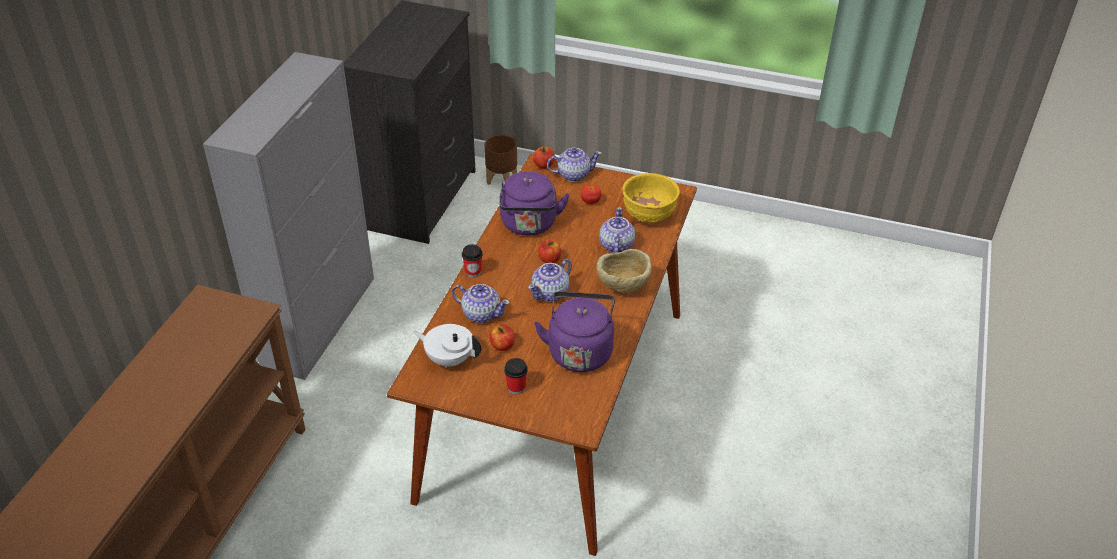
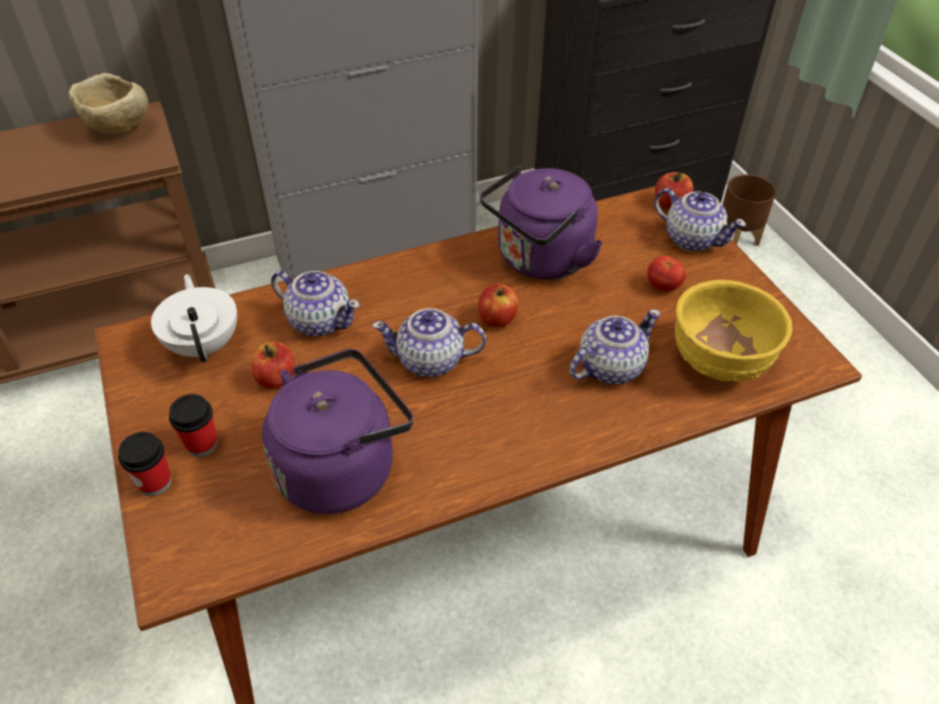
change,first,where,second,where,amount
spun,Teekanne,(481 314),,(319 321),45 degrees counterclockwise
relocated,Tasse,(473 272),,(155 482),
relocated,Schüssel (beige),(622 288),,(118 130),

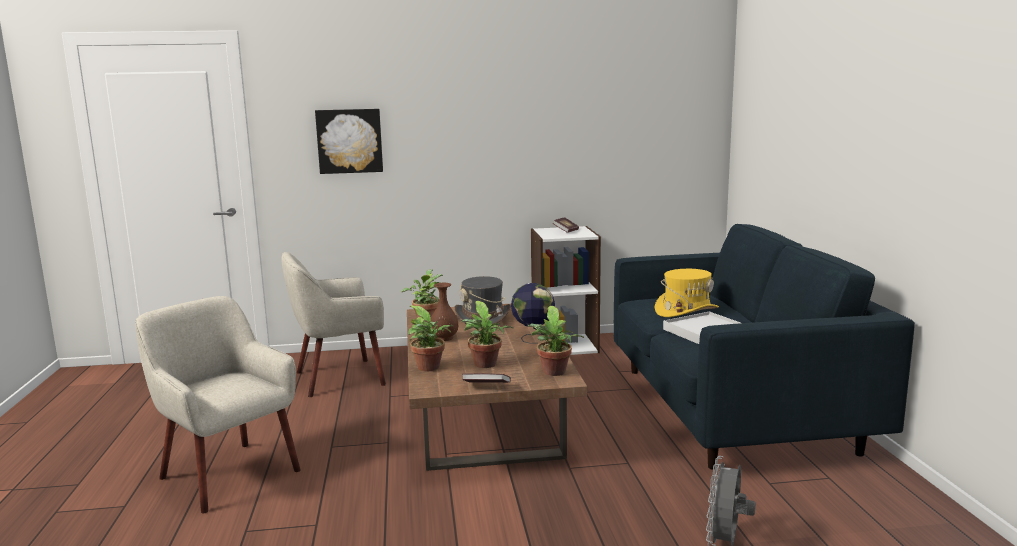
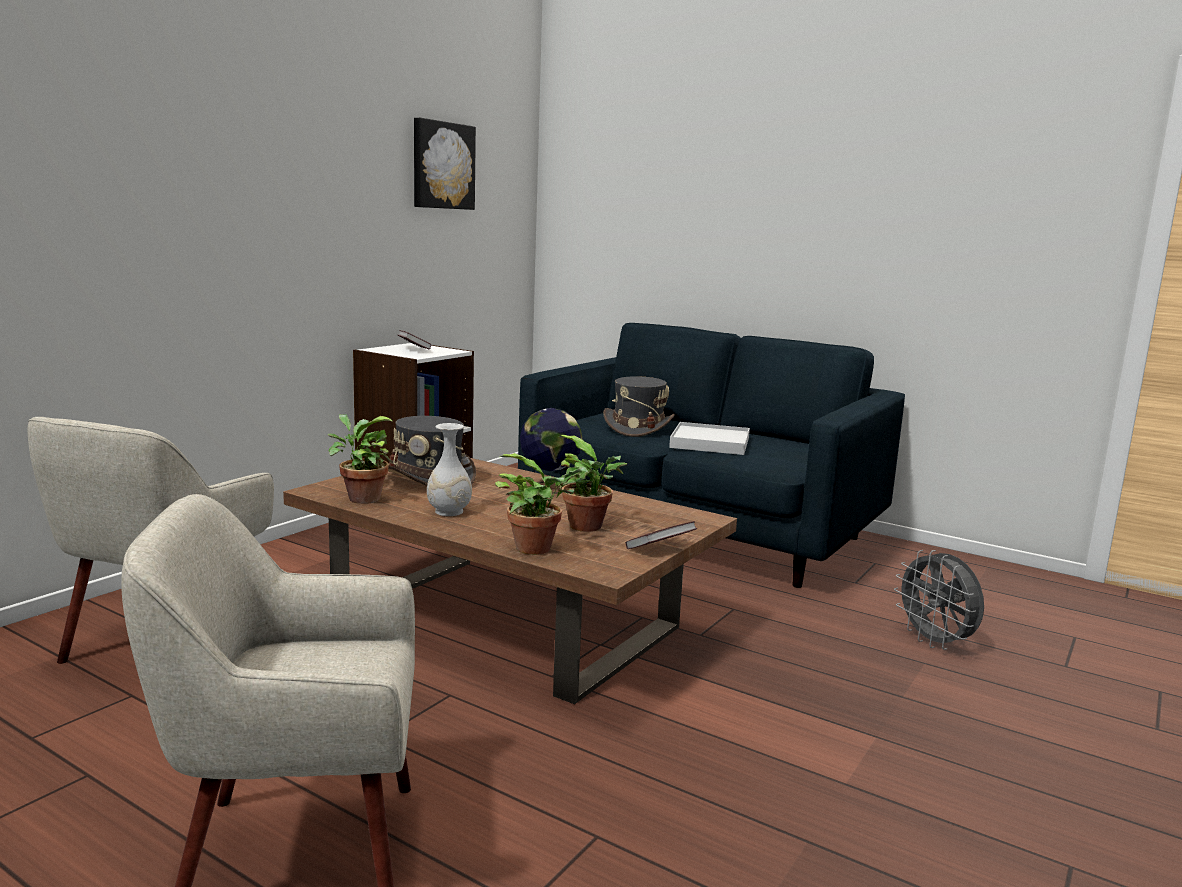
change,first,where,second,where,amount
relocated,Bild,(349 141),,(442 165),
colour,Vase (braun),(444 338),Vase (weiß),(448 512),
missing,Topfpflanze,(554 373),,,
colour,Hut (gelb),(686 311),Hut (grau),(637 428),

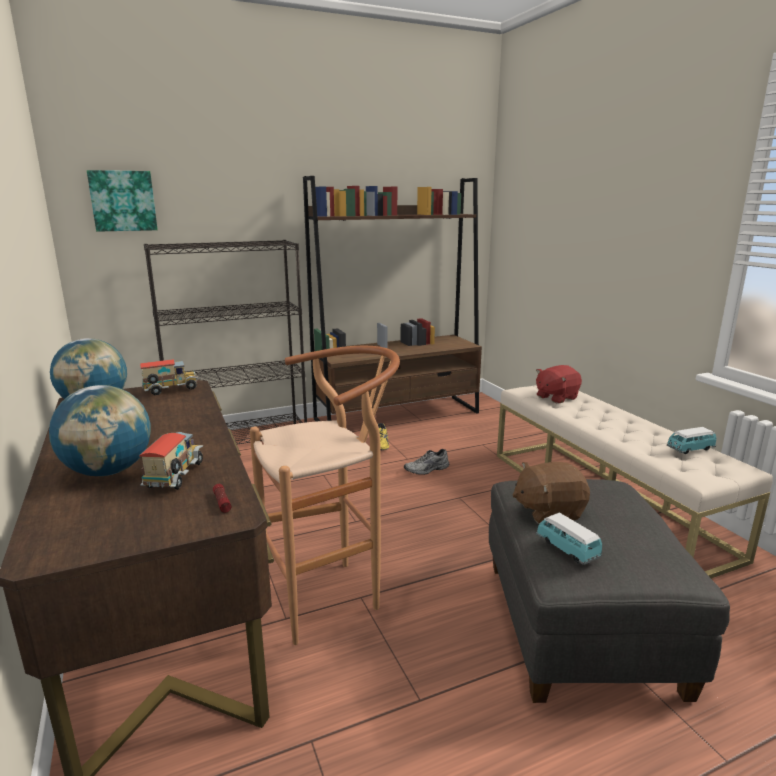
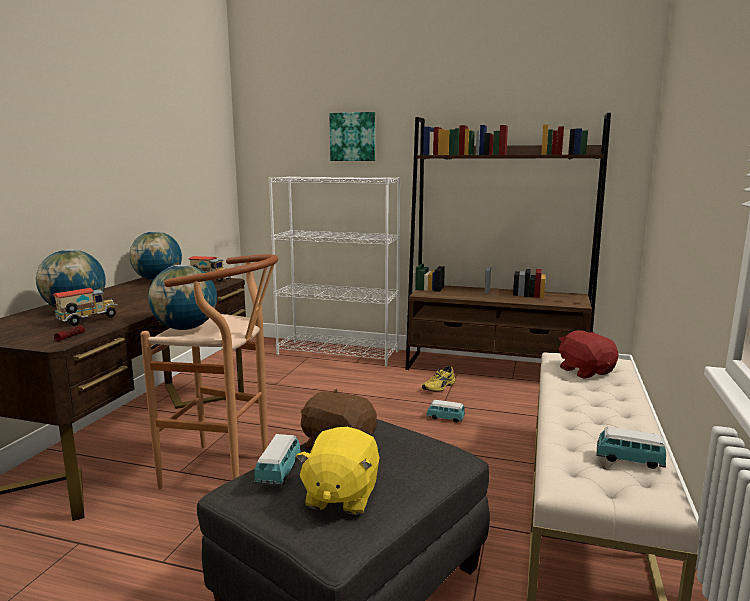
change,first,where,second,where,amount
relocated,Bild,(123 201),,(353 137),
colour,Bücherregal (schwarz),(240 440),Bücherregal (weiß),(338 353),
exchanged,Schuh (grau),(427 470),Spielzeugauto,(445 418),
spun,Plüschtier (rot),(556 397),,(585 371),60 degrees clockwise
appeared,,,Globus,(185 328),
appeared,,,Plüschtier (gelb),(340 496),

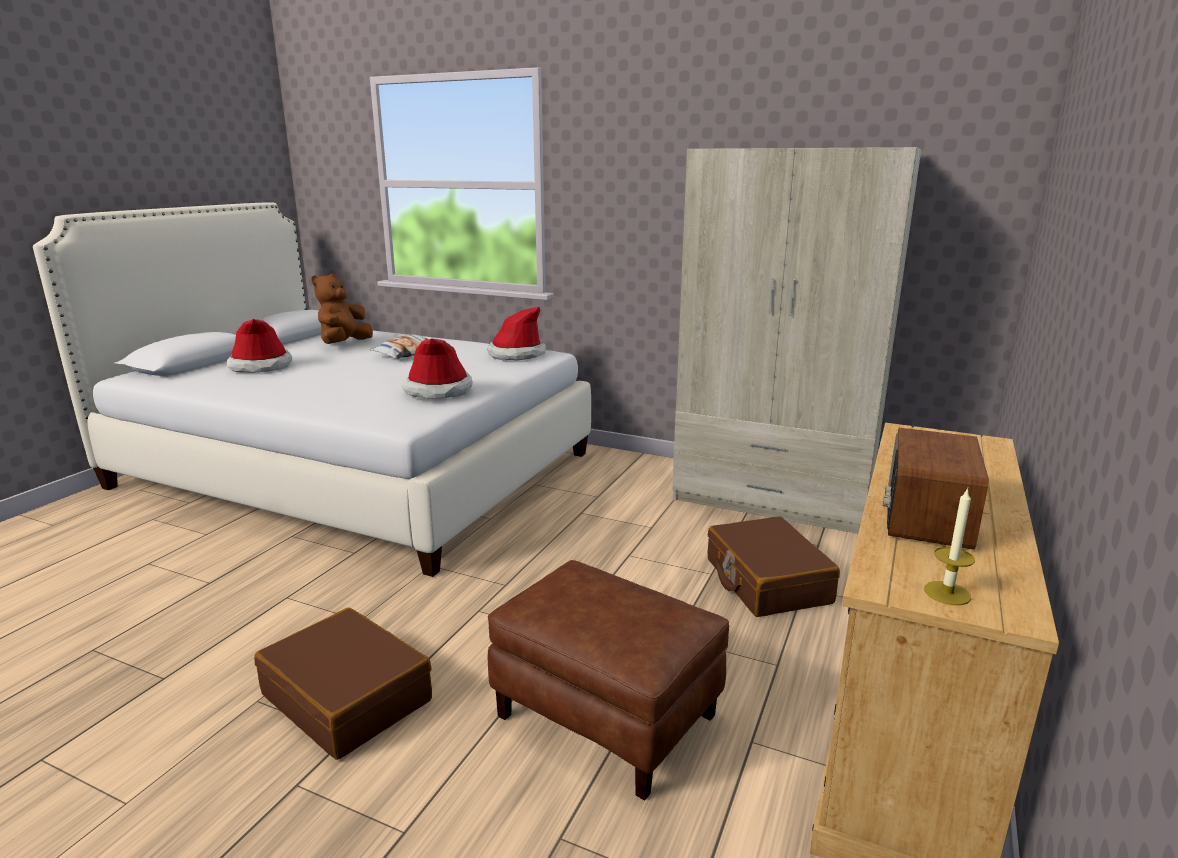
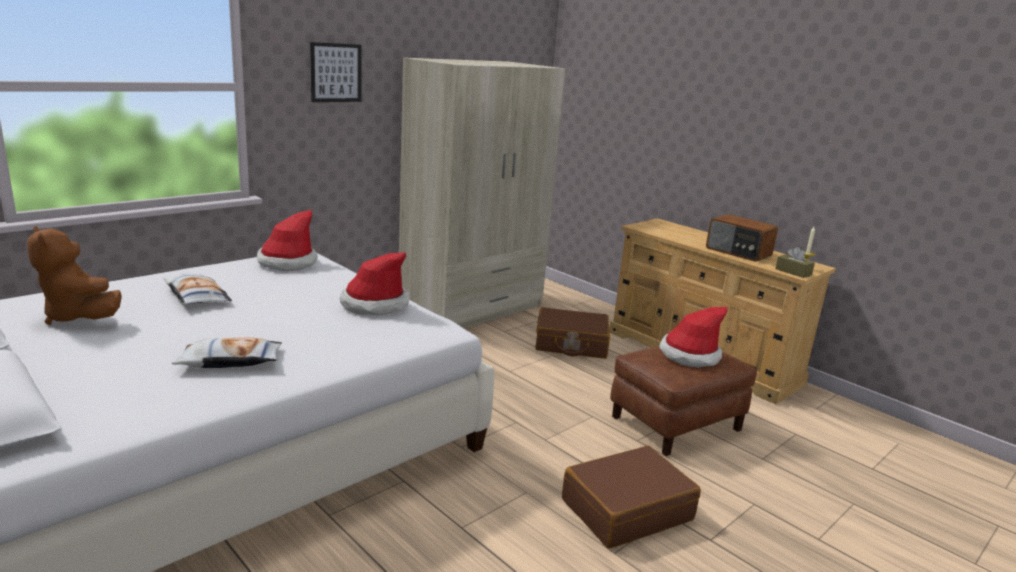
change,first,where,second,where,amount
relocated,Hut,(260 366),,(689 355),
appeared,,,Kissen,(230 361),
appeared,,,Bild,(336 72),
appeared,,,Taschentuchbox (braun),(793 272),

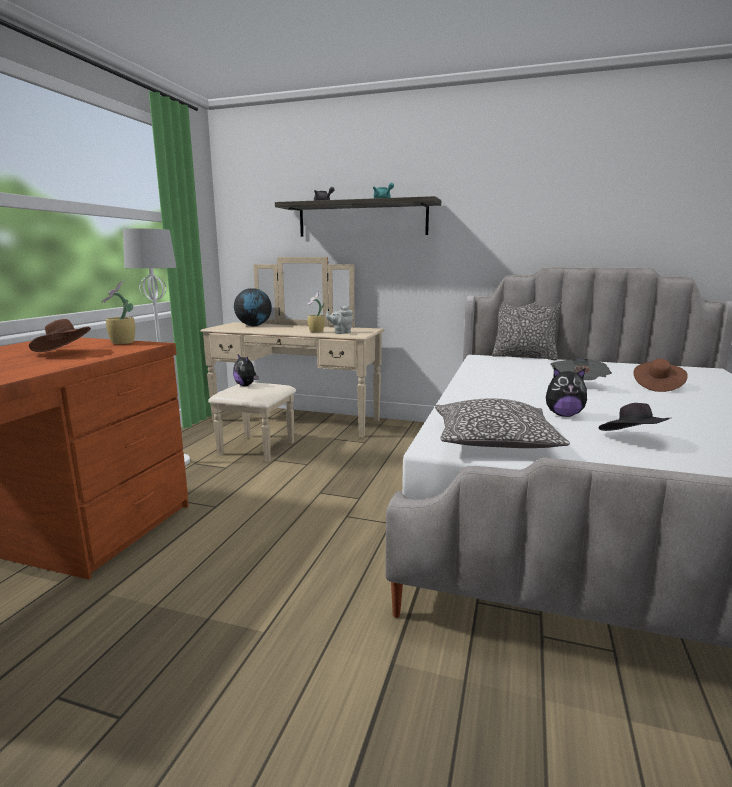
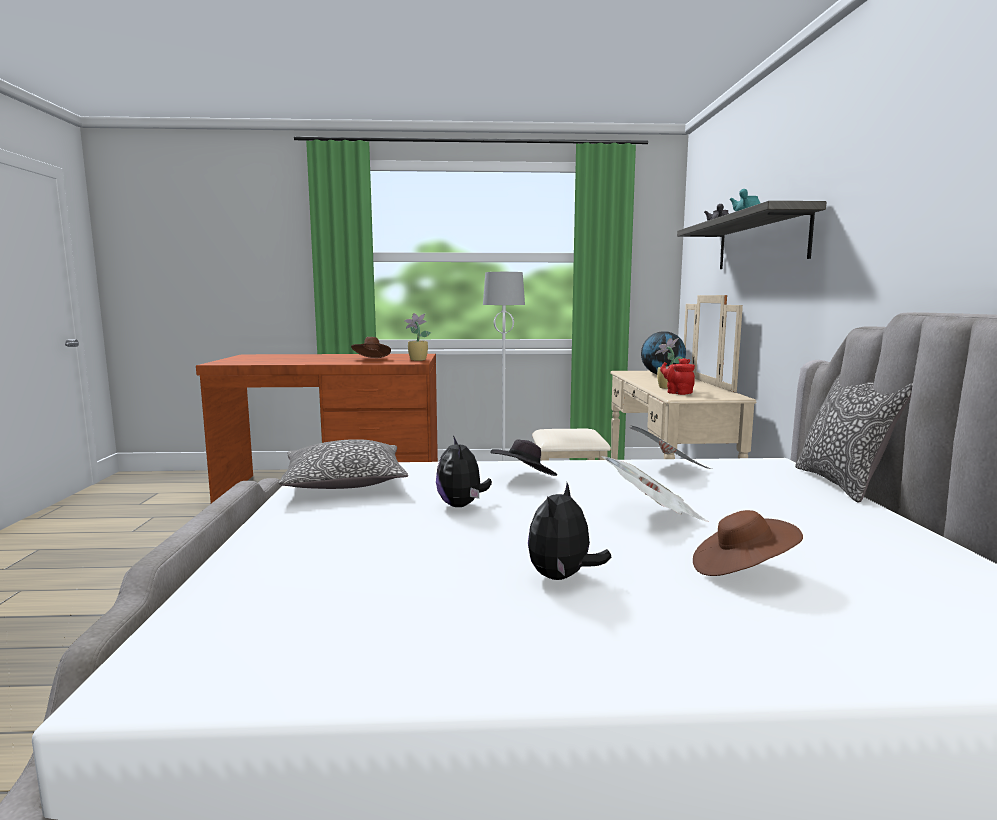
change,first,where,second,where,amount
relocated,Plüschtier,(246 385),,(562 577),
colour,Teekanne (grau),(341 333),Teekanne (rot),(677 393),
relocated,Hut (schwarz),(632 439),,(524 478),
appeared,,,Zeitung,(669 469),

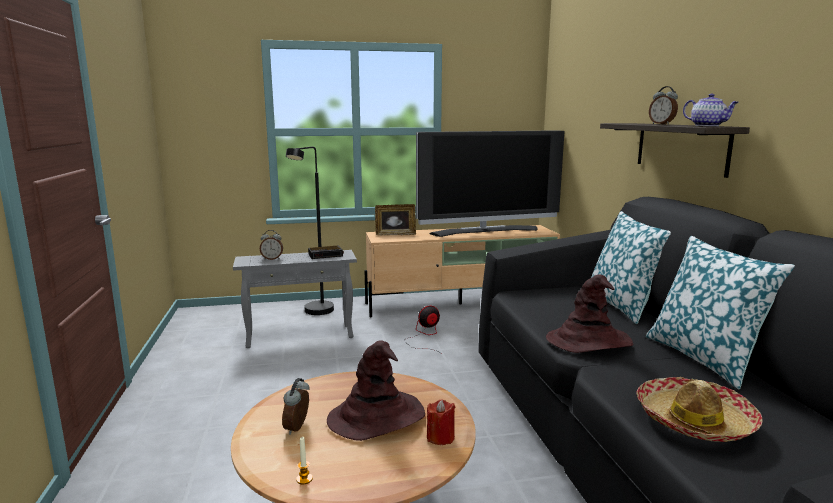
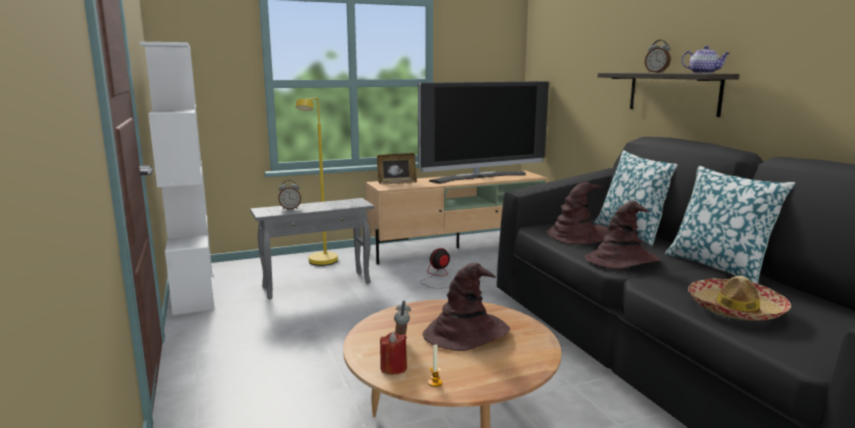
change,first,where,second,where,amount
colour,Stehlampe (schwarz),(315 313),Stehlampe (gelb),(320 263),
missing,Wecker,(326 255),,,
relocated,Kerze (rot),(440 437),,(393 368),
appeared,,,Bücherregal (weiß),(193 287),
appeared,,,Hut (braun),(577 235),

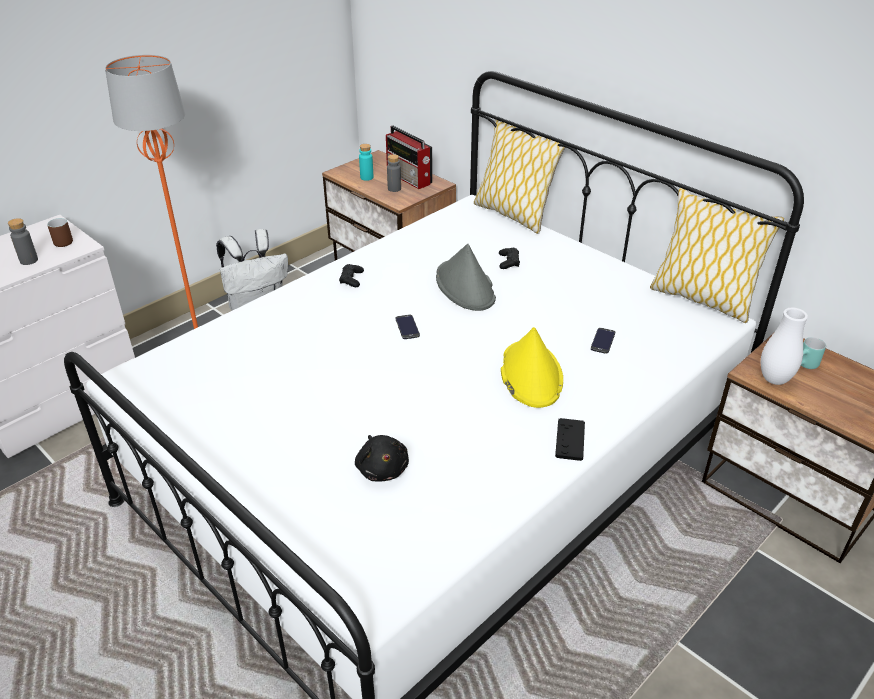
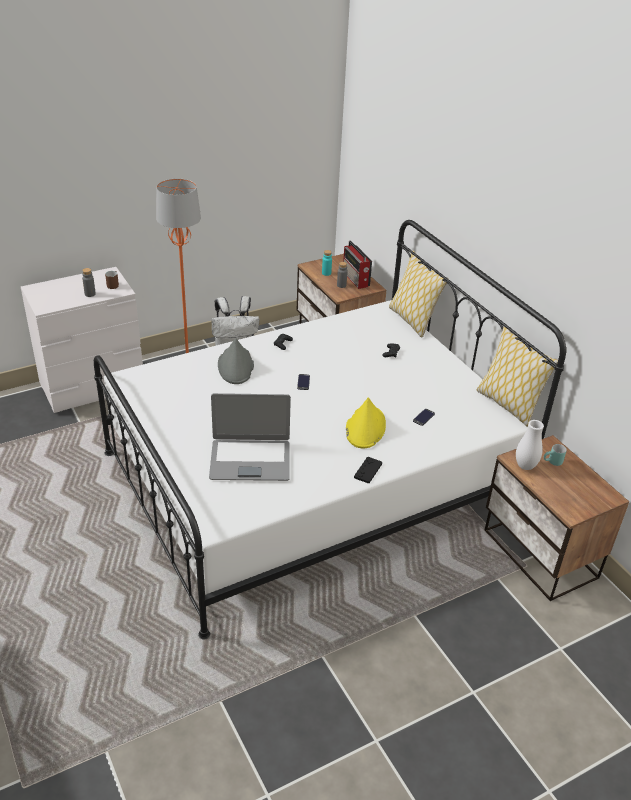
change,first,where,second,where,amount
exchanged,Plüschtier (schwarz),(382 468),Laptop,(250 460),
relocated,Hut (grau),(465 287),,(236 366),

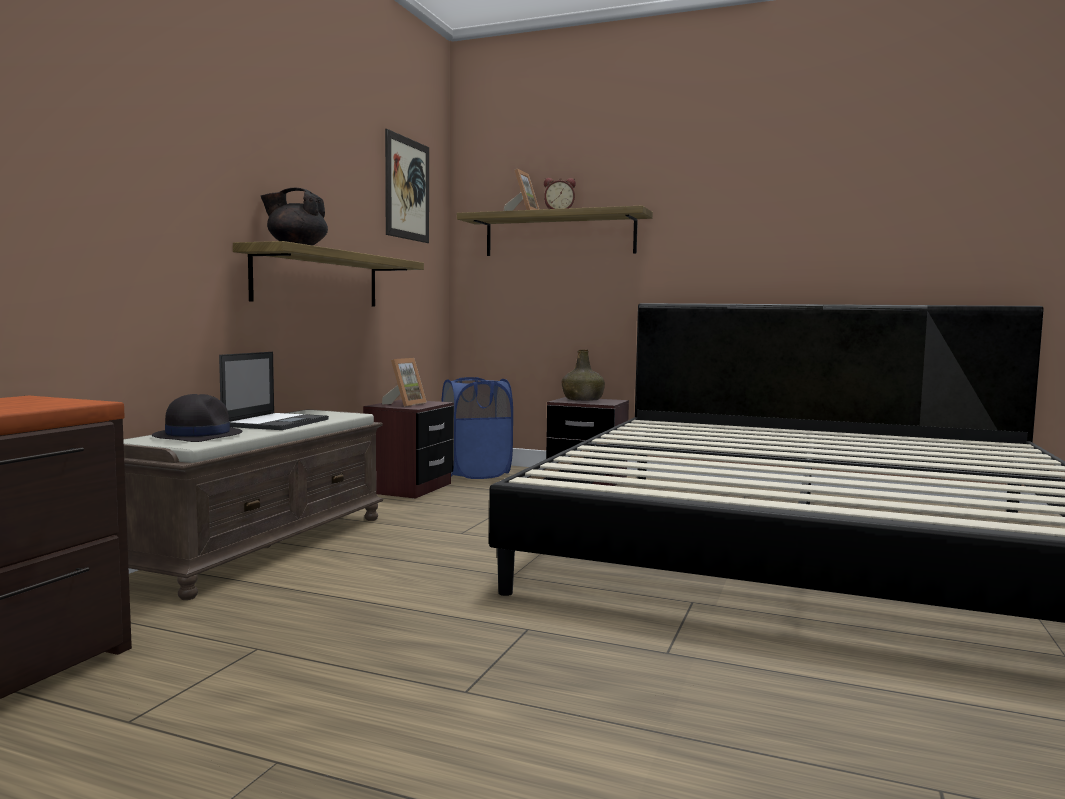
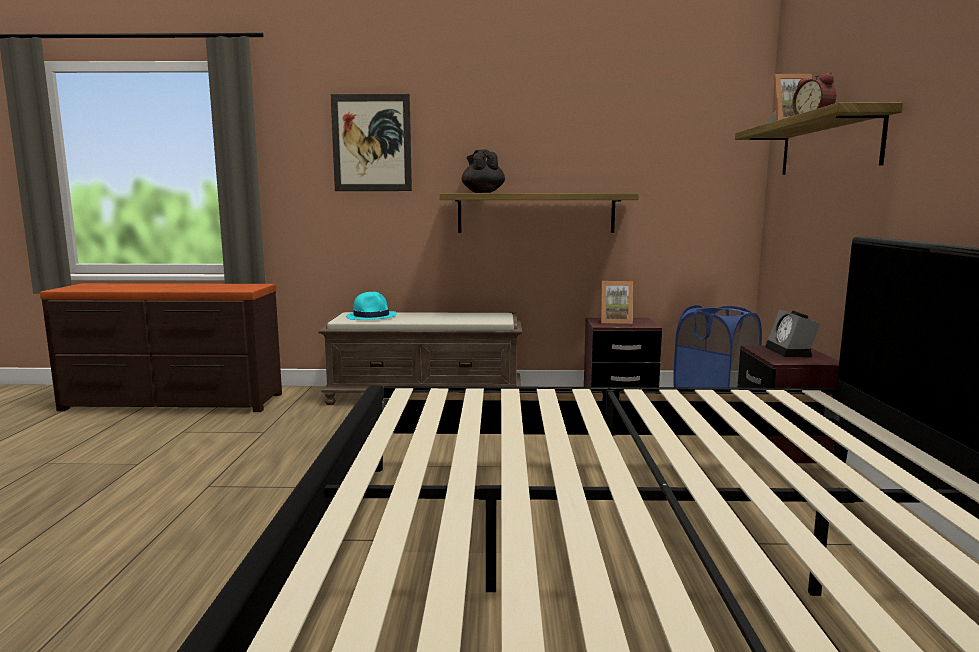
change,first,where,second,where,amount
colour,Hut (schwarz),(198 435),Hut (türkis),(372 316),
missing,Laptop,(276 422),,,
relocated,Bild,(407 189),,(371 143),
exchanged,Flasche (grün),(583 400),Wecker,(791 352),

